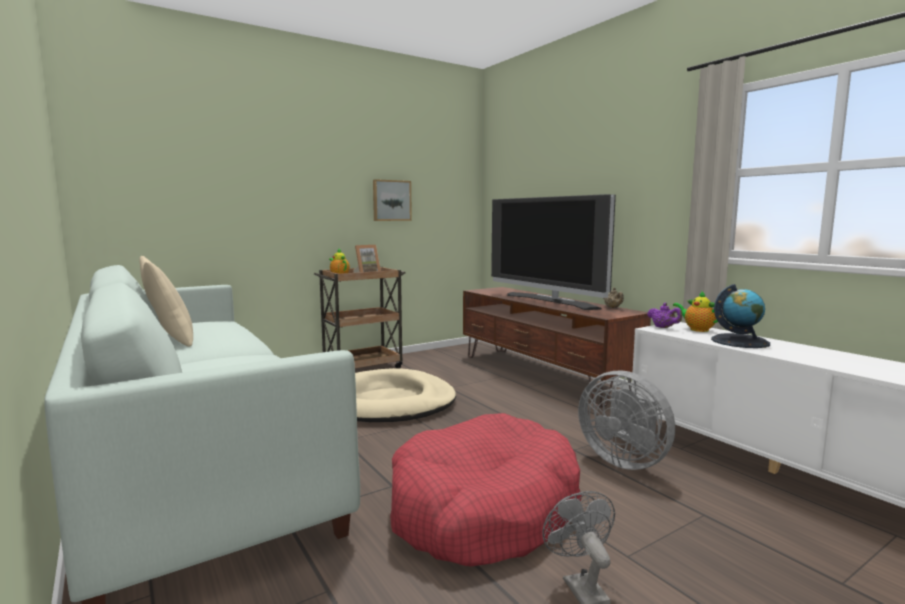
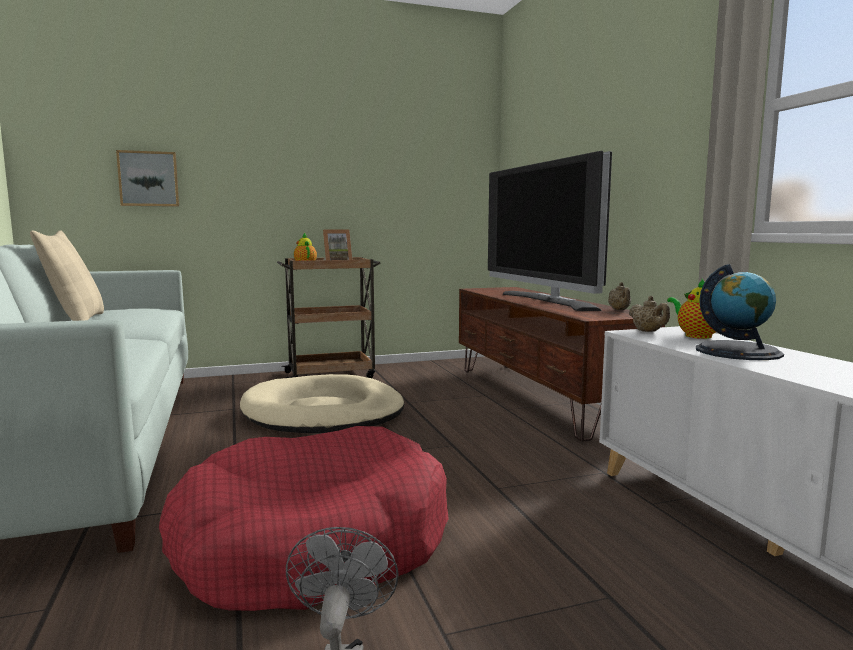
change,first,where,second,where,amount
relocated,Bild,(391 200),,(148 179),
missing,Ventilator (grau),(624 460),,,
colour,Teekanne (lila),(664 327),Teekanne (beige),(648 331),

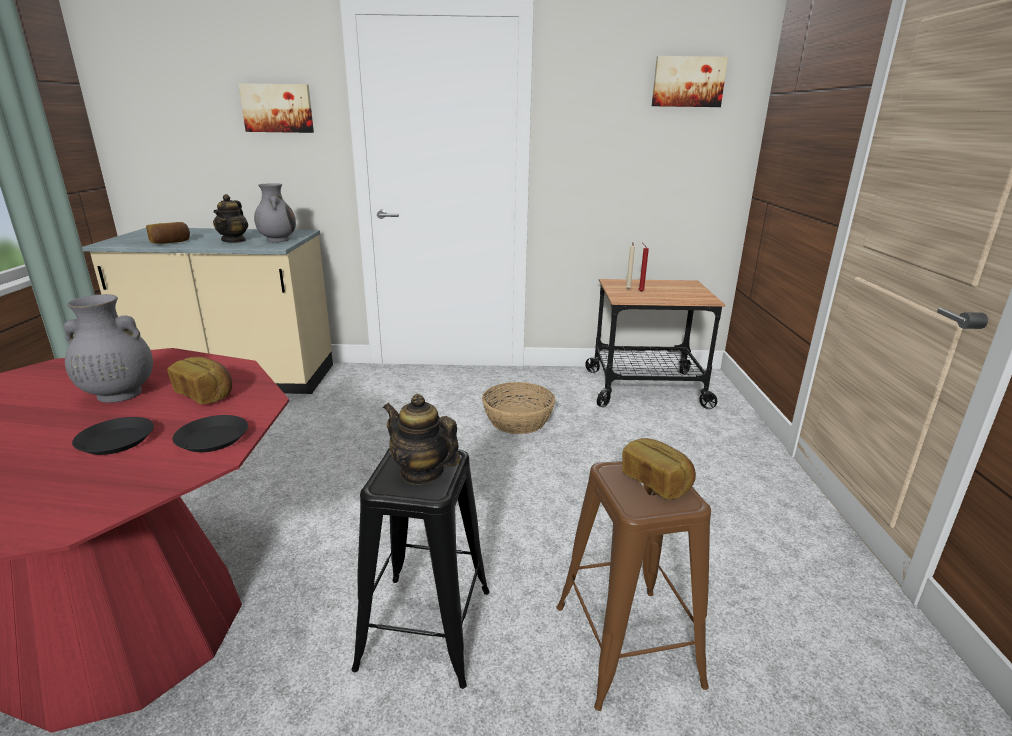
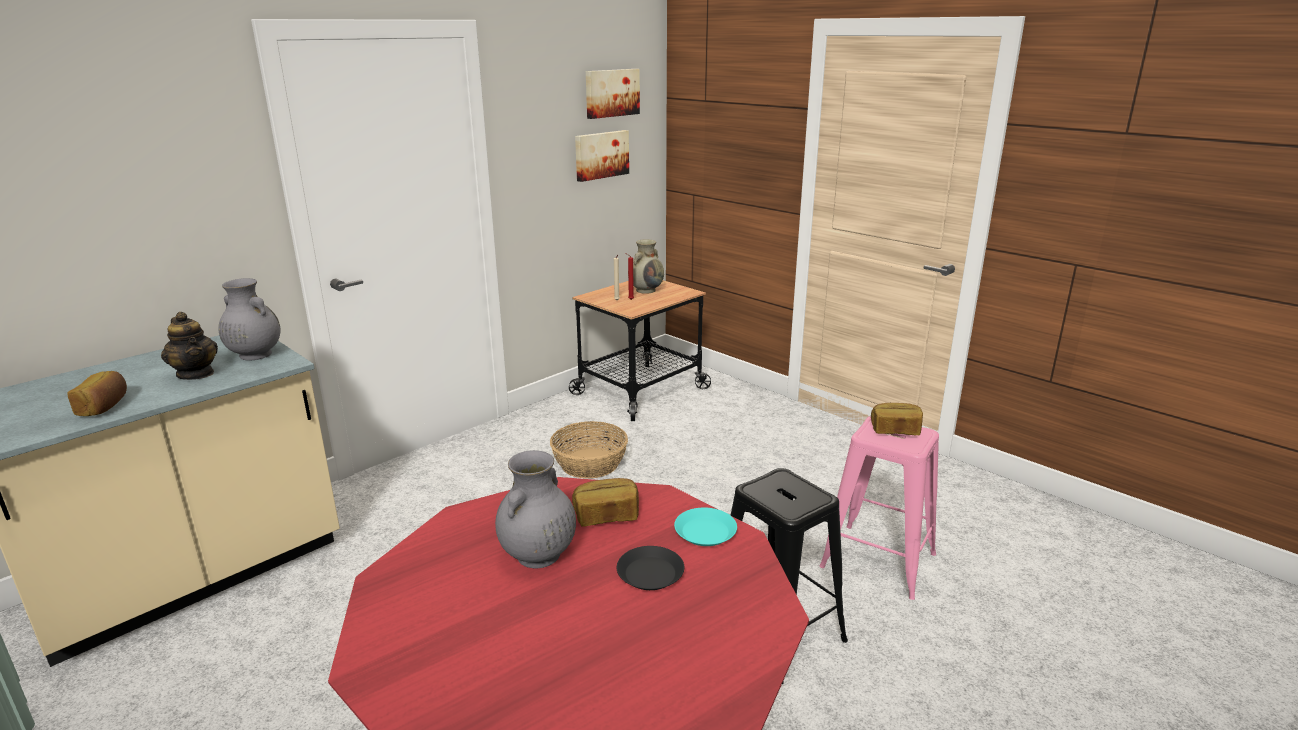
change,first,where,second,where,amount
colour,Teller (schwarz),(213 439),Teller (türkis),(705 532),
relocated,Bild,(278 108),,(601 155),
missing,Teekanne,(421 472),,,
colour,Hocker (braun),(626 644),Hocker (rosa),(877 560),
appeared,,,Vase (beige),(646 290),

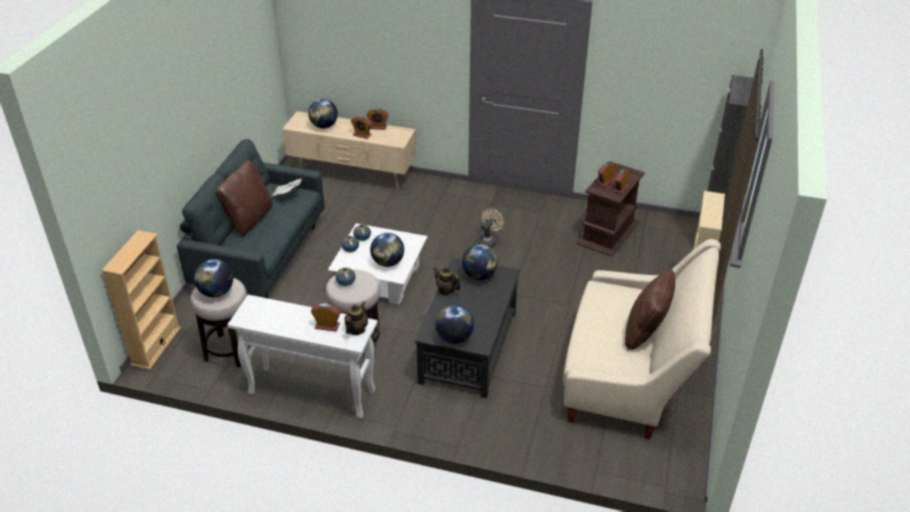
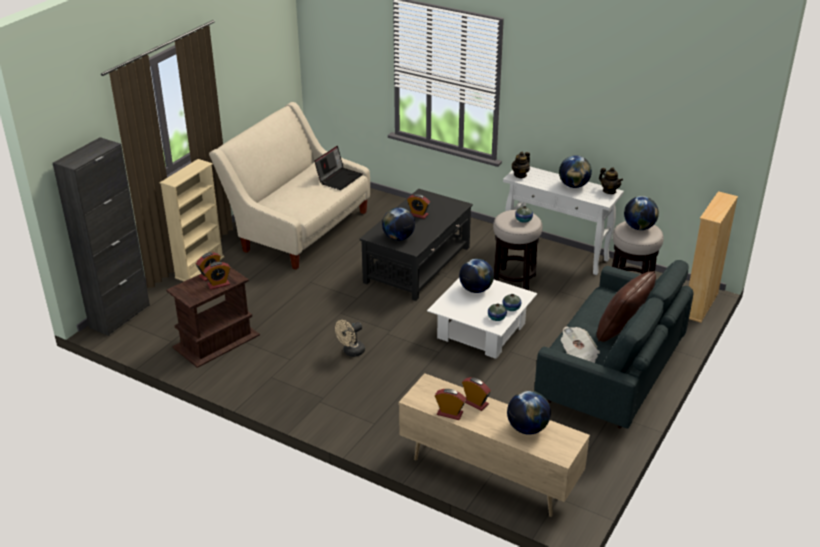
change,first,where,second,where,amount
relocated,Wecker,(327 326),,(418 215),
relocated,Teekanne,(446 290),,(609 191),
relocated,Globus,(454 338),,(573 186),
missing,Kissen (braun),(645 333),,,
appeared,,,Laptop,(339 178),

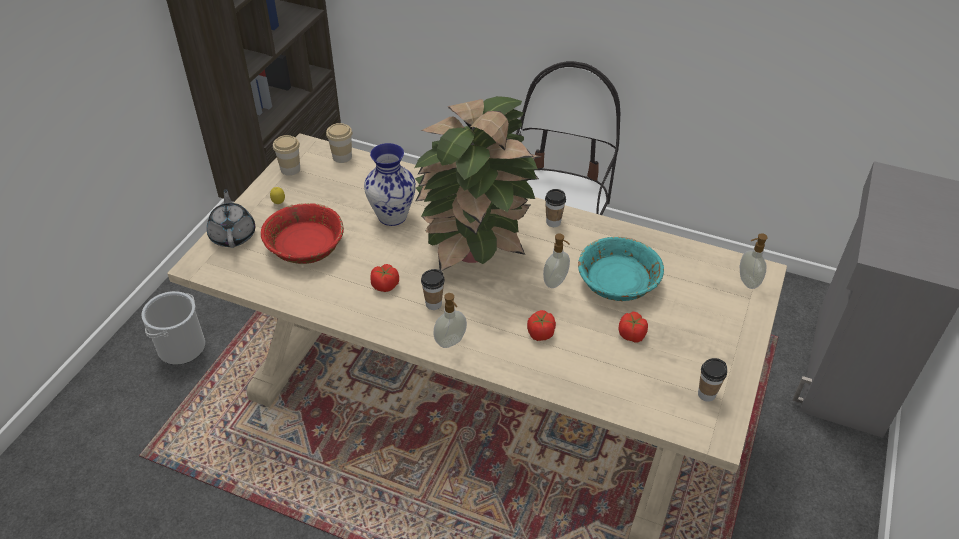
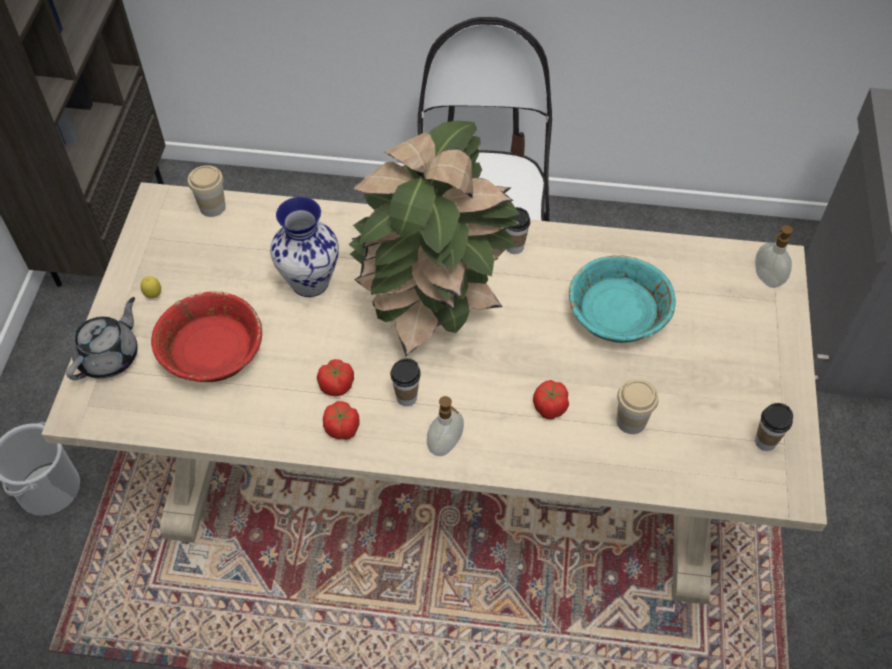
change,first,where,second,where,amount
spun,Teekanne (grau),(233 235),,(110 356),60 degrees clockwise
relocated,Tasse,(290 169),,(631 421),
missing,Seifenspender,(556 282),,,
relocated,Tomate,(631 335),,(342 428),

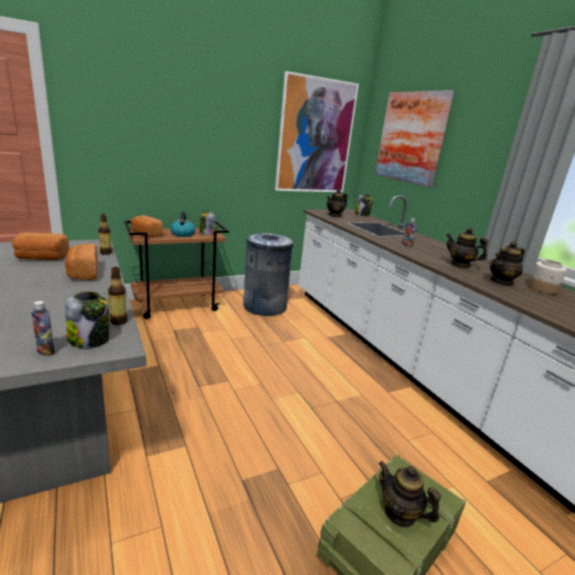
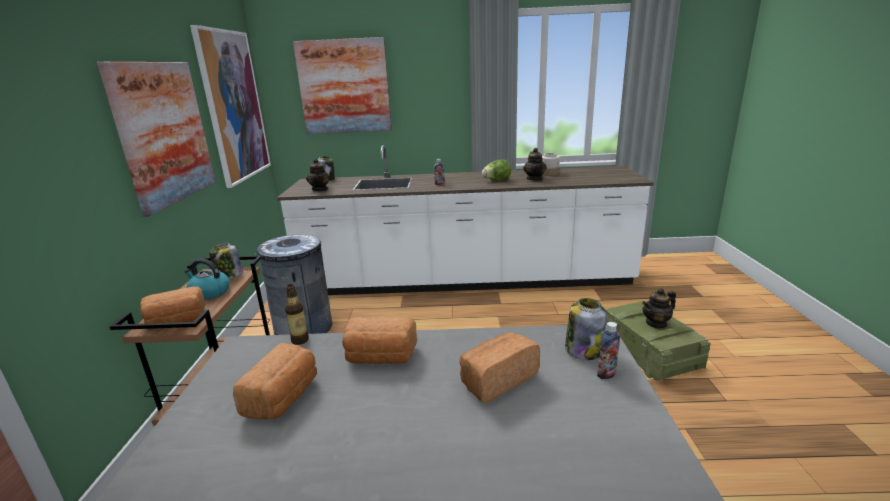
change,first,where,second,where,amount
missing,Flasche,(119 321),,,
exchanged,Teekanne,(460 265),Salatkopf,(496 180),
appeared,,,Bild,(164 133),
appeared,,,Brot,(497 379),

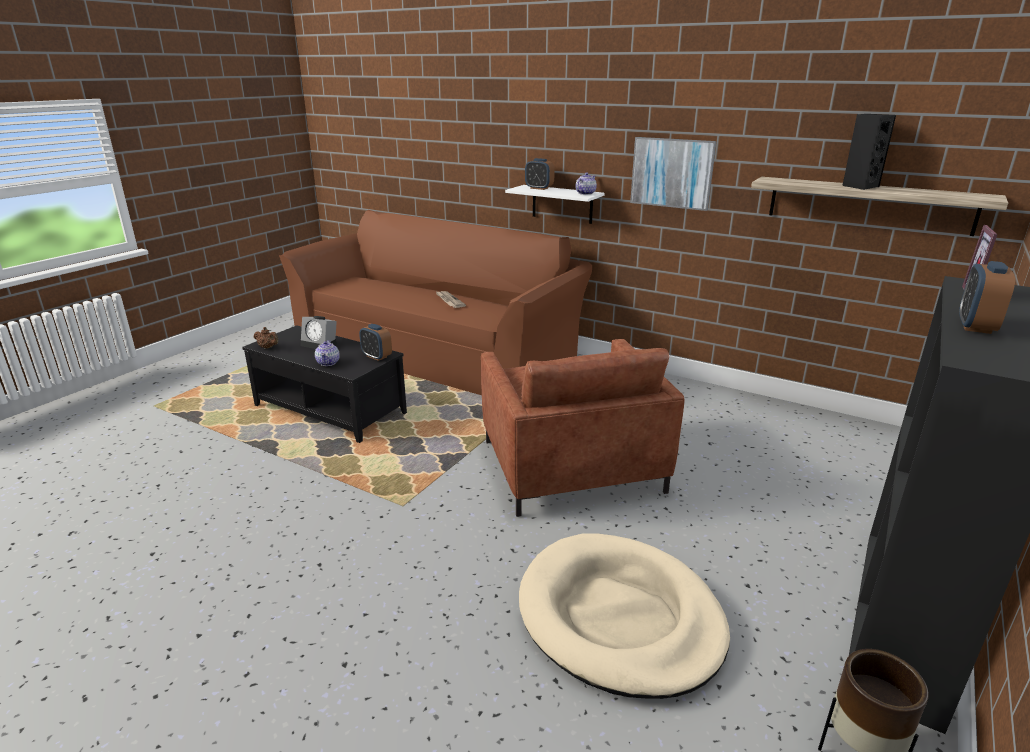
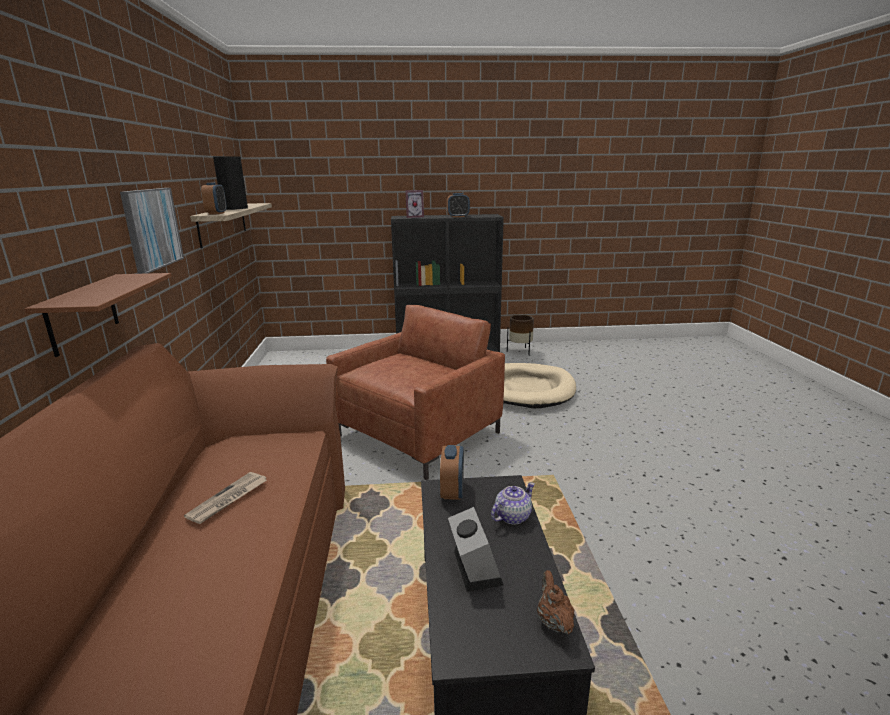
change,first,where,second,where,amount
colour,Wandregal (weiß),(562 204),Wandregal (braun),(82 314),
relocated,Wecker,(539 188),,(216 213),
missing,Teekanne,(585 193),,,

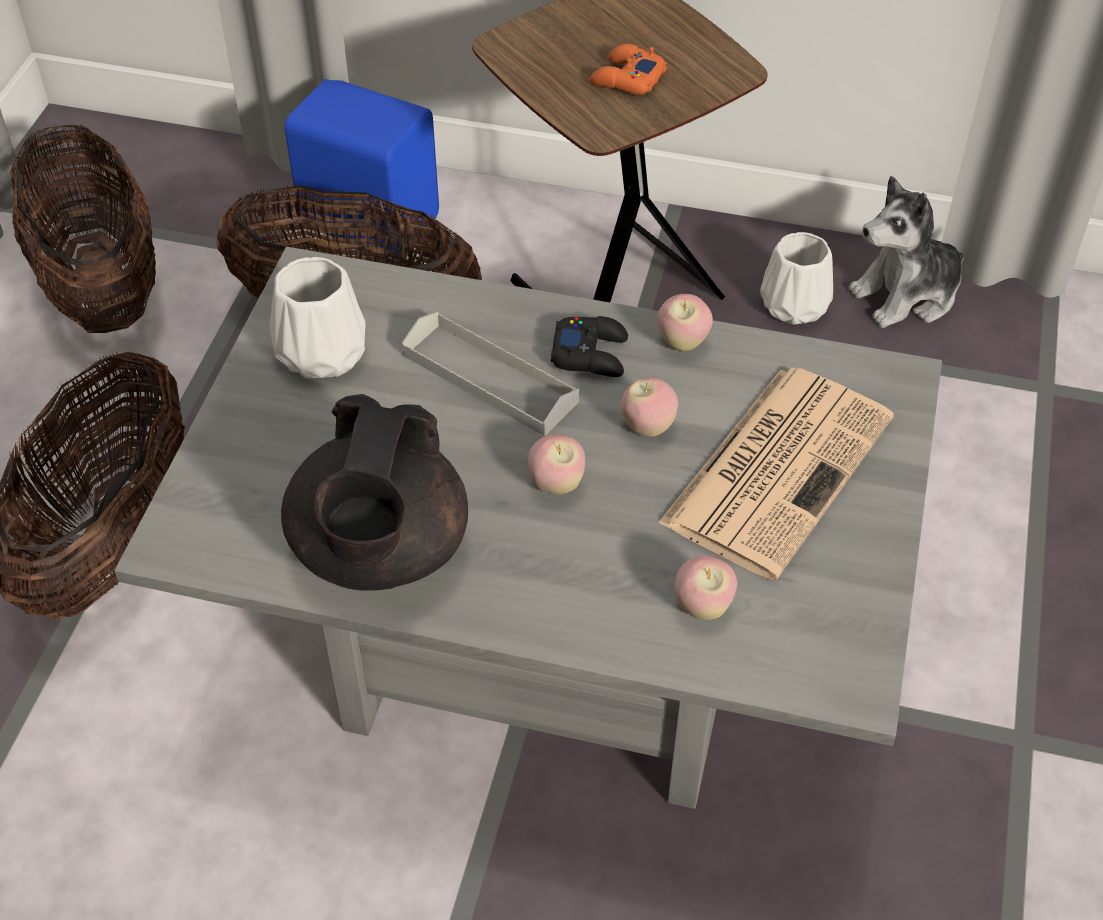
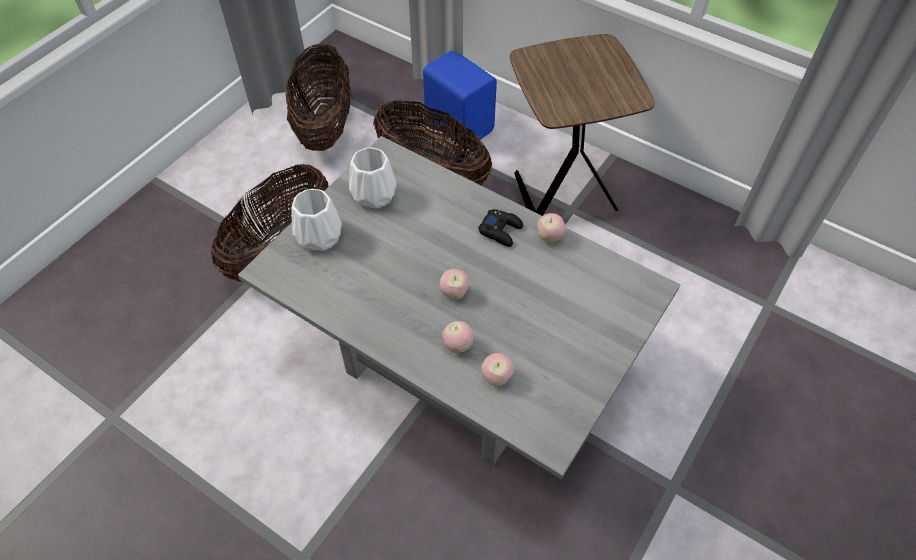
change,first,where,second,where,amount
missing,Teekanne (schwarz),(380 551),,,
missing,Tablett (grau),(489 378),,,
missing,Gamepad (orange),(627 79),,,
relocated,Apfel,(648 427),,(458 345),
missing,Zeitung,(778 467),,,
relocated,Vase (weiß),(796 305),,(320 236),
missing,Plüschtier,(907 295),,,

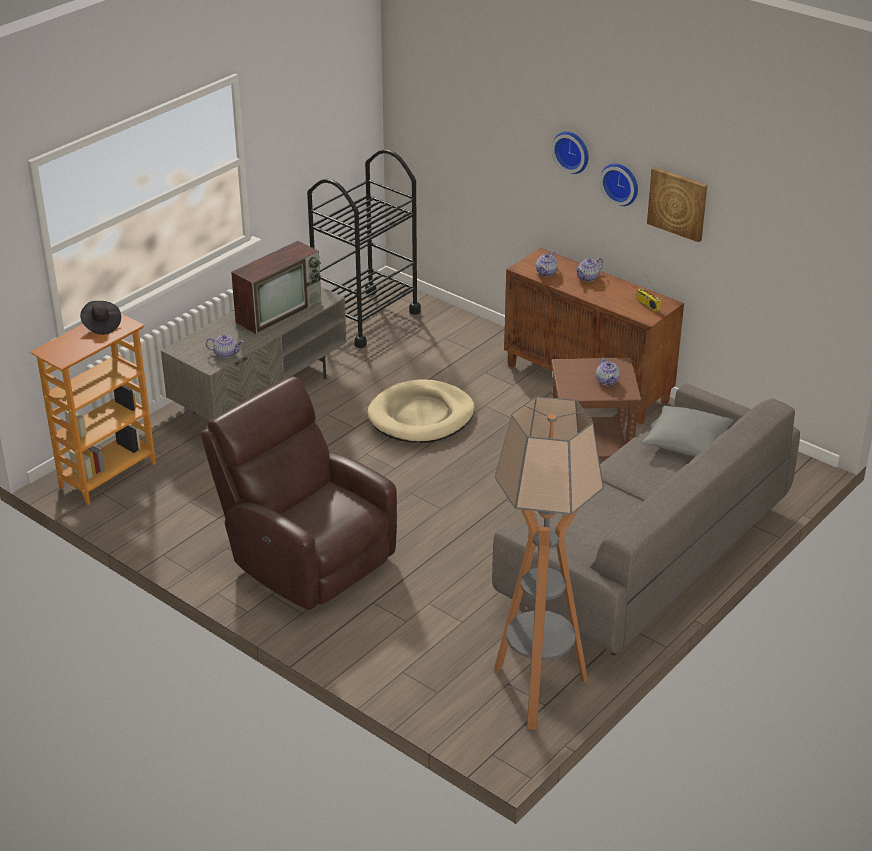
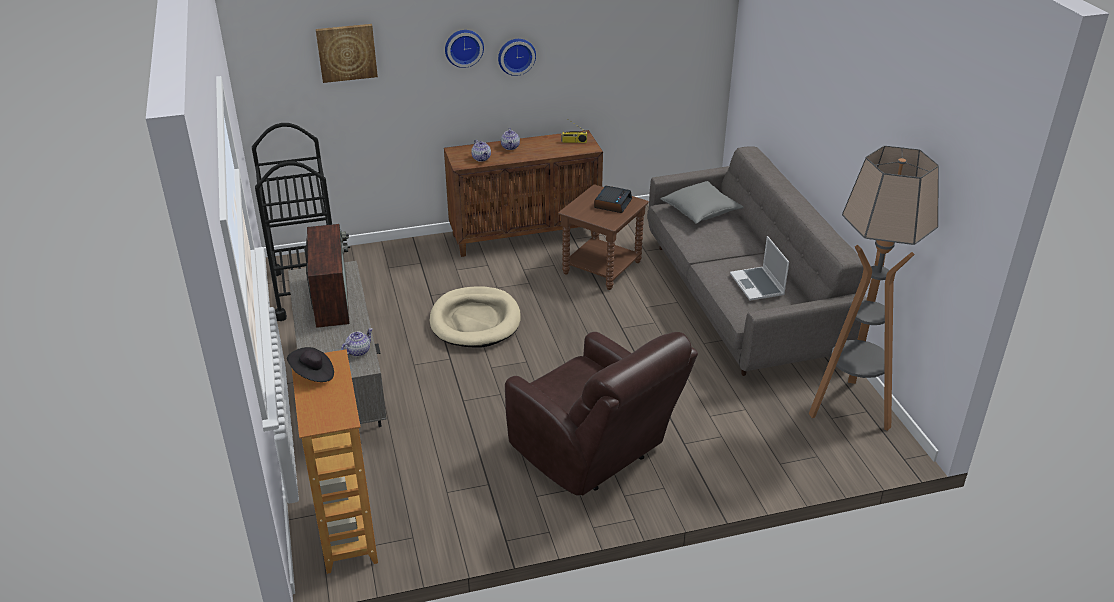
change,first,where,second,where,amount
spun,Sessel (braun),(306 557),,(594 455),120 degrees counterclockwise
exchanged,Teekanne,(607 381),Wecker,(612 203),
relocated,Bild,(678 203),,(346 52),
appeared,,,Laptop,(758 285),

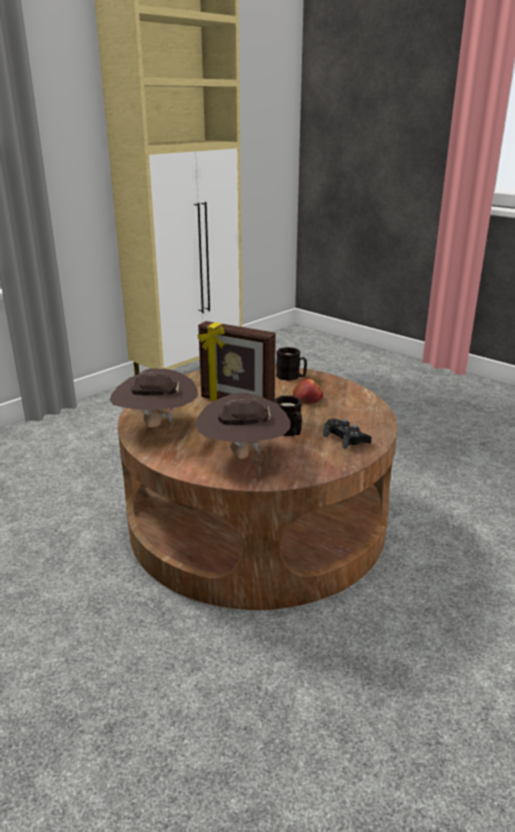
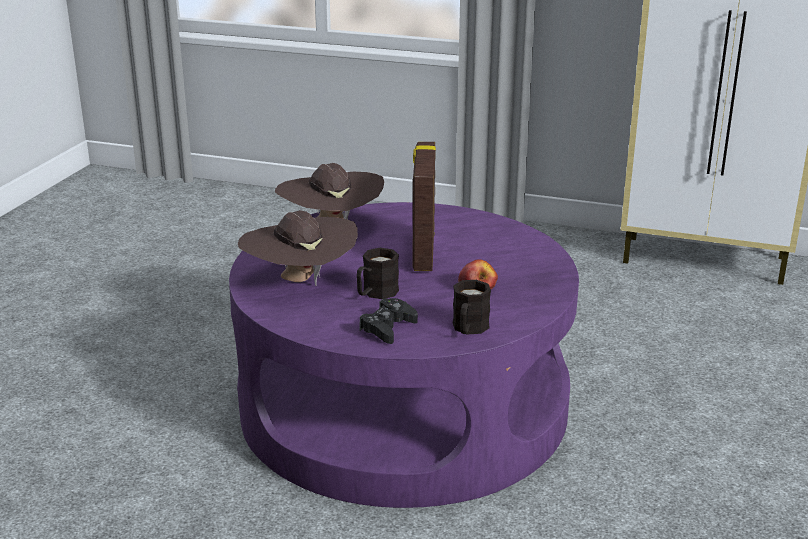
change,first,where,second,where,amount
colour,Couchtisch (braun),(257 520),Couchtisch (lila),(404 403),
relocated,Henkelbecher (schwarz),(292 377),,(468 329),

